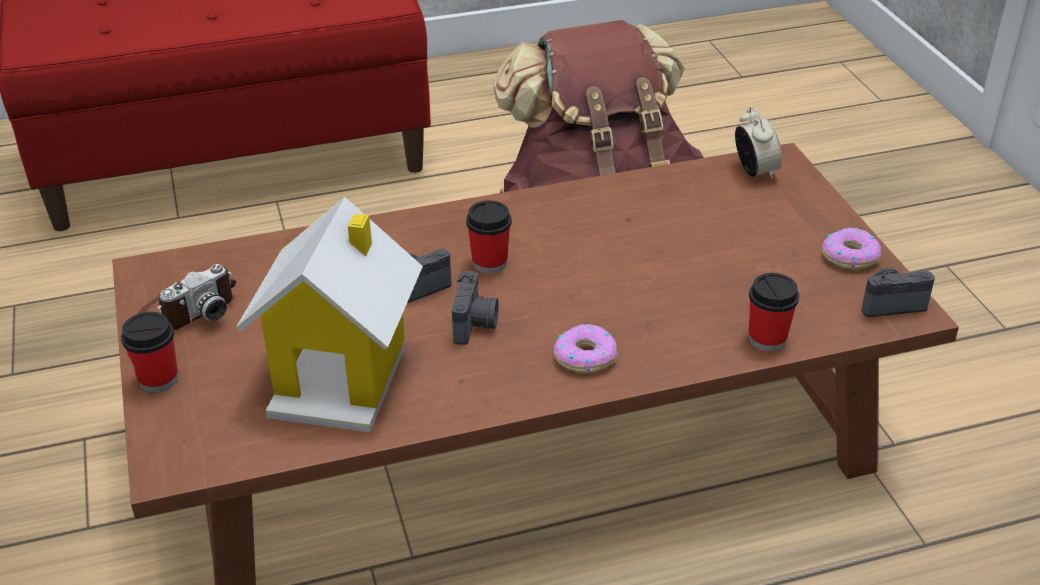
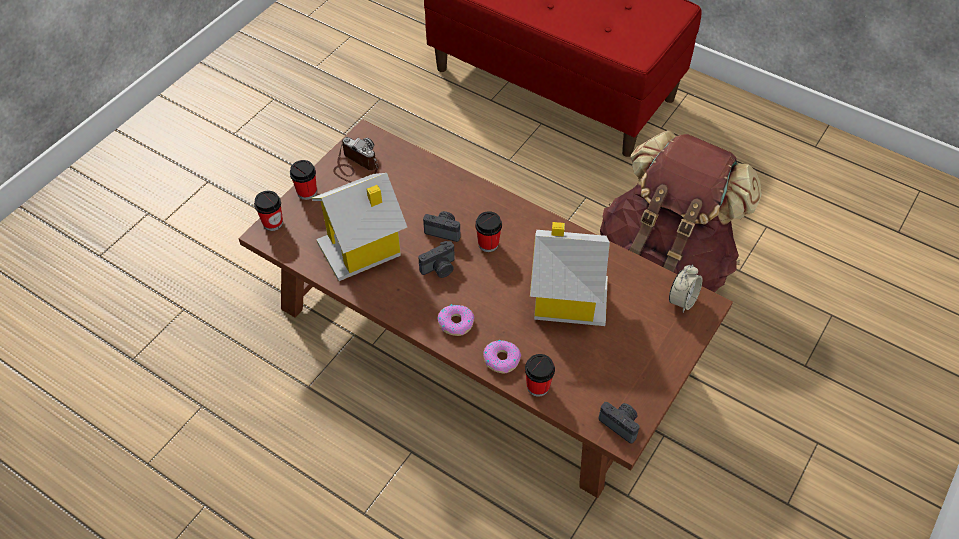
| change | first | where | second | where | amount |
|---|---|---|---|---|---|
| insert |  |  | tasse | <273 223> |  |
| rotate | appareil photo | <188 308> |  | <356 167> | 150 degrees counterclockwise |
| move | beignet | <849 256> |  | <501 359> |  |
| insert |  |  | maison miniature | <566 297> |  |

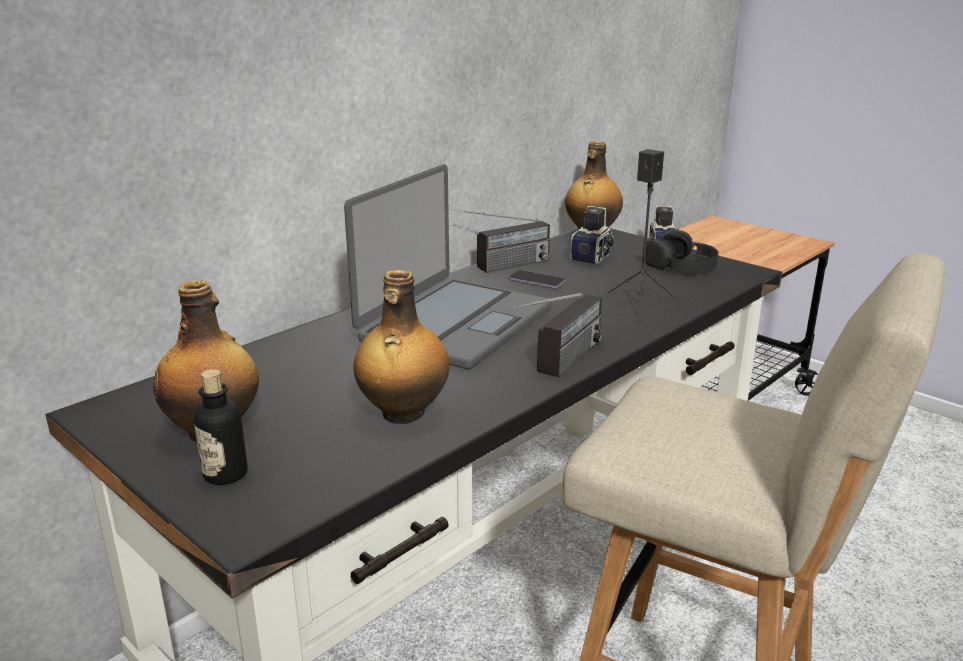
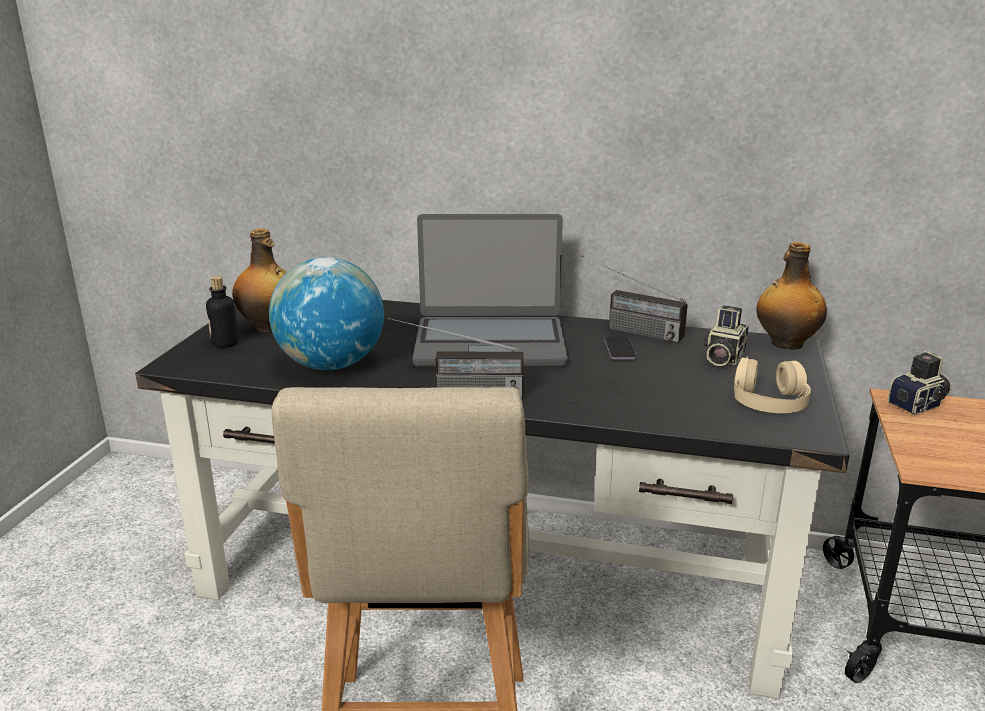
| change | first | where | second | where | amount |
|---|---|---|---|---|---|
| replace | bouteille | <402 414> | globe | <331 365> |  |
| rotate | appareil photo | <594 256> |  | <722 357> | 120 degrees clockwise |
| recolor | casque audio (noir) | <681 265> | casque audio (beige) | <769 399> |  |
| delete | enceinte (noir) | <640 304> |  |  |  |

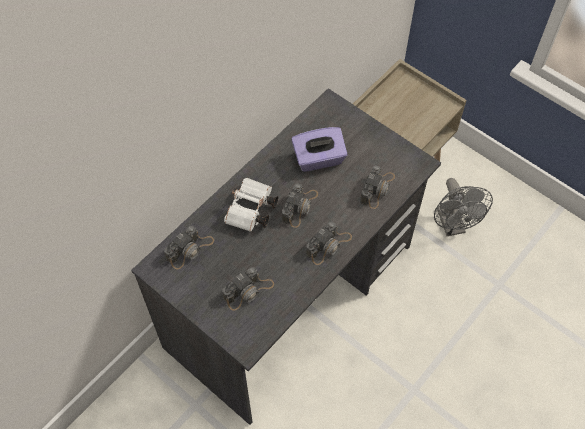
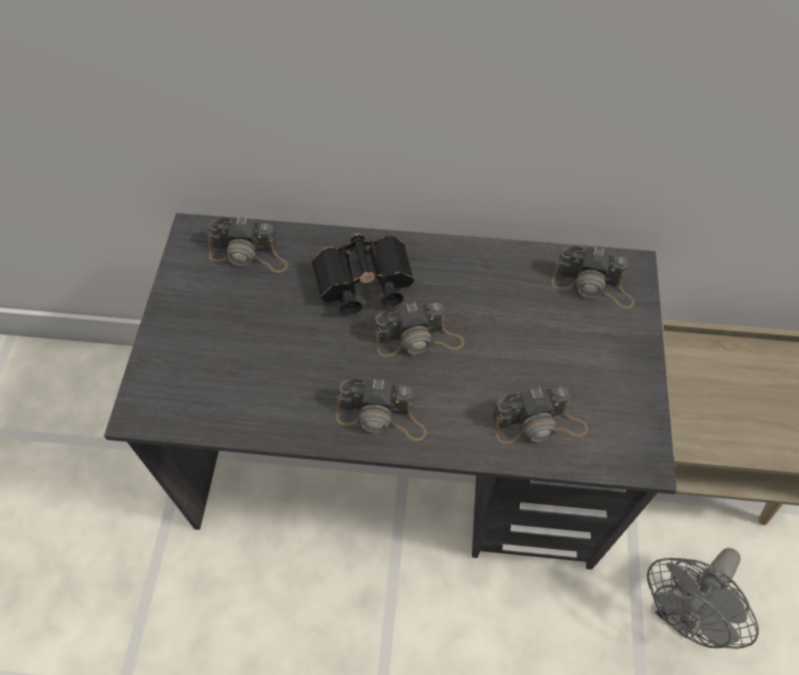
| change | first | where | second | where | amount |
|---|---|---|---|---|---|
| recolor | jumelles (blanc) | <251 212> | jumelles (noir) | <362 285> |  |
| move | appareil photo | <248 291> |  | <593 285> |  |
| delete | boîte à mouchoirs (violet) | <319 159> |  |  |  |

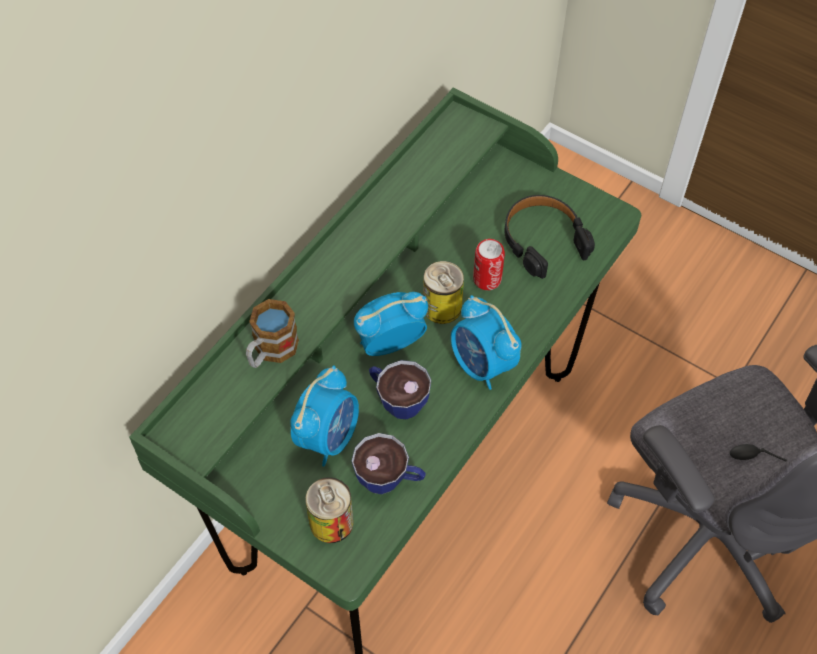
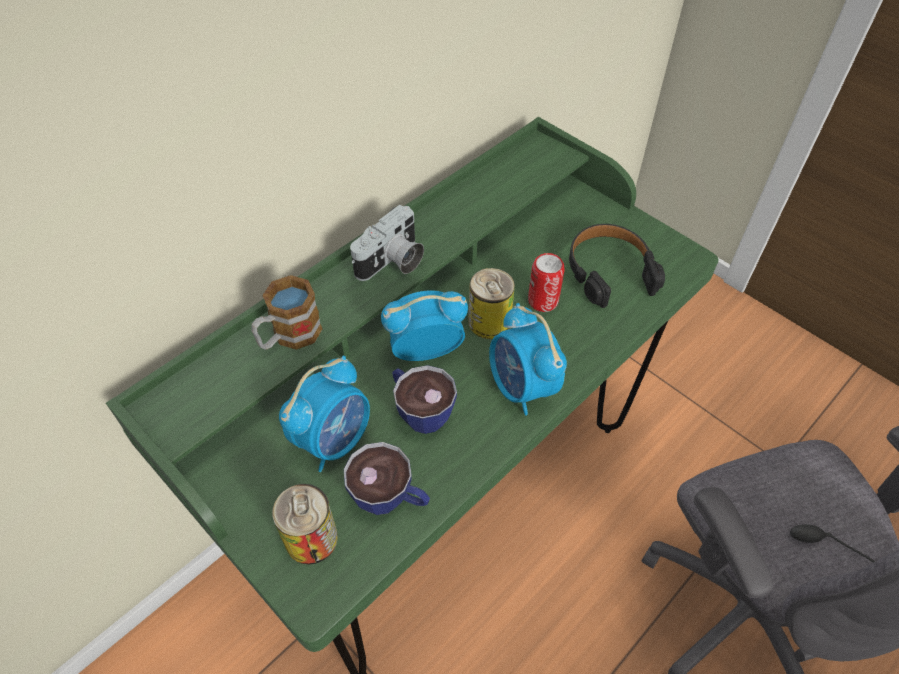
| change | first | where | second | where | amount |
|---|---|---|---|---|---|
| insert |  |  | appareil photo | <392 263> |  |

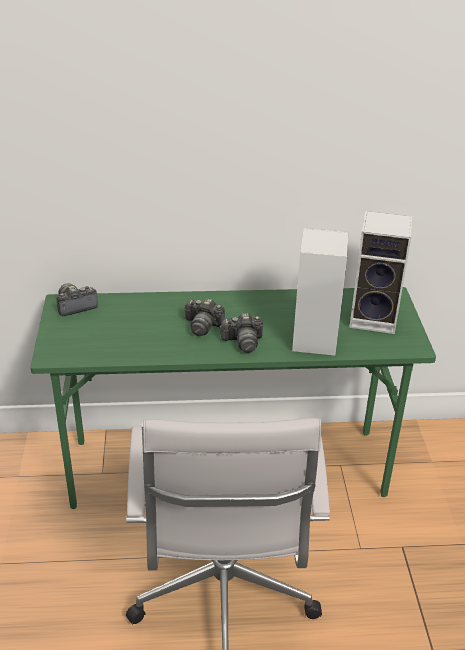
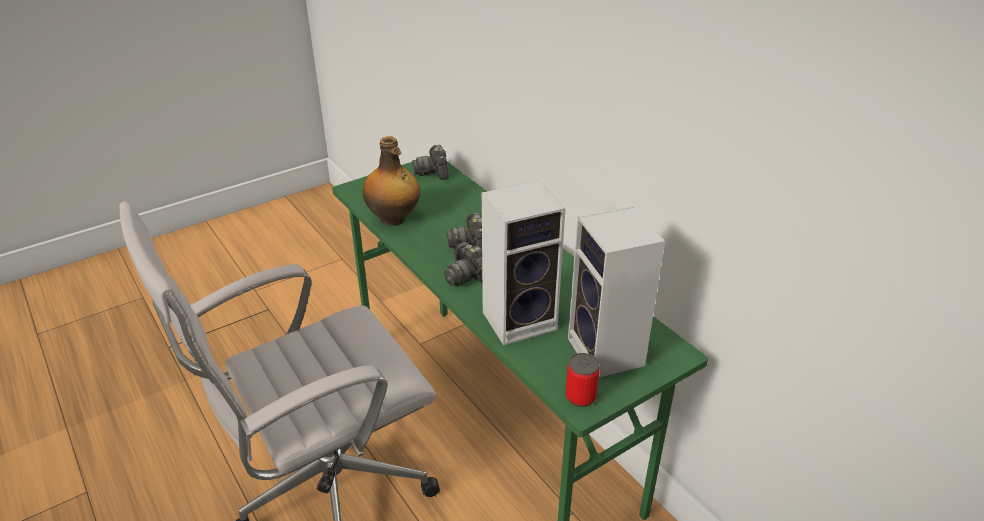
| change | first | where | second | where | amount |
|---|---|---|---|---|---|
| insert |  |  | bouteille | <393 219> |  |
| rotate | appareil photo | <75 306> |  | <433 172> | 135 degrees counterclockwise |
| insert |  |  | boîte métallique | <580 396> |  |

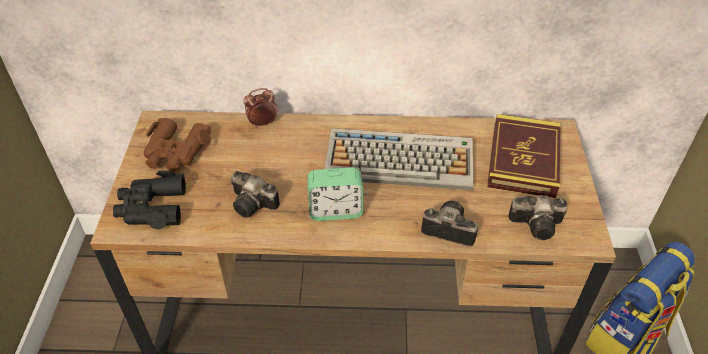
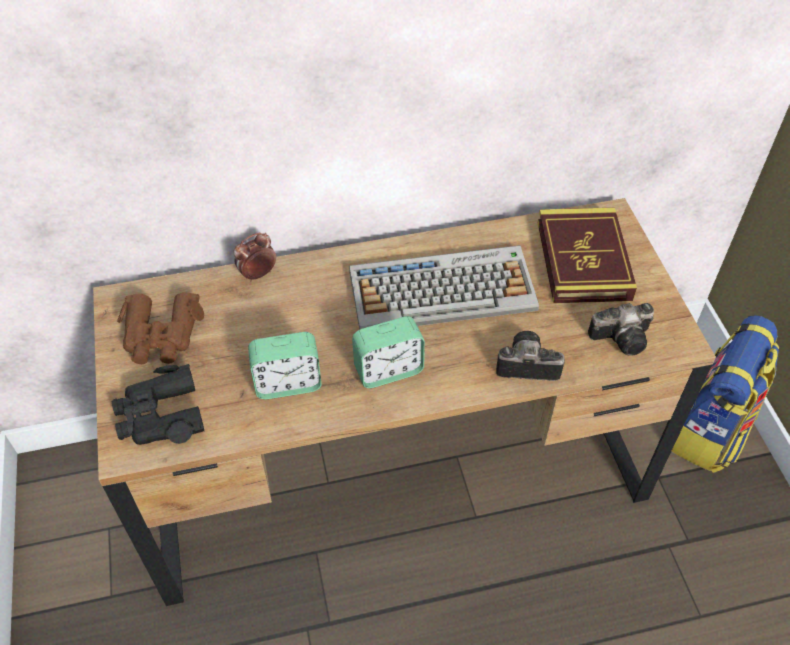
| change | first | where | second | where | amount |
|---|---|---|---|---|---|
| replace | appareil photo | <254 204> | réveil | <288 383> |  |

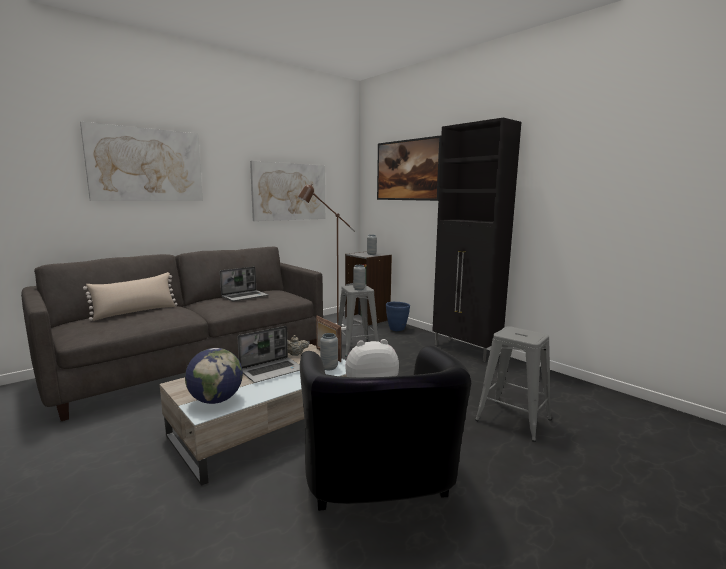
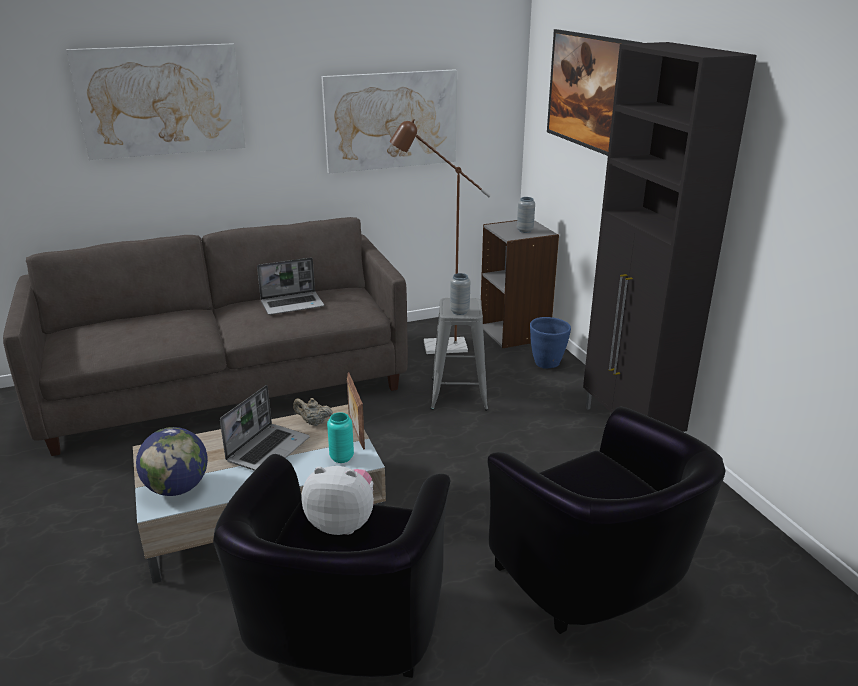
| change | first | where | second | where | amount |
|---|---|---|---|---|---|
| rotate | ordinateur portable | <272 371> |  | <268 449> | 45 degrees counterclockwise |
| recolor | vase (gris) | <329 367> | vase (turquoise) | <341 457> |  |
| replace | tabouret (gris) | <513 420> | fauteuil (noir) | <595 583> |  |
| delete | coussin (beige) | <135 312> |  |  |  |

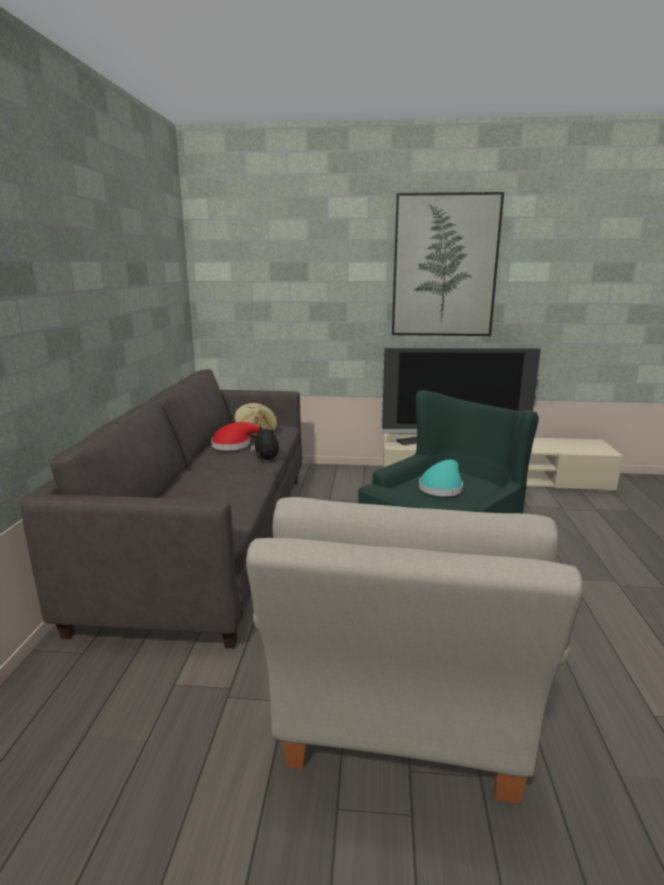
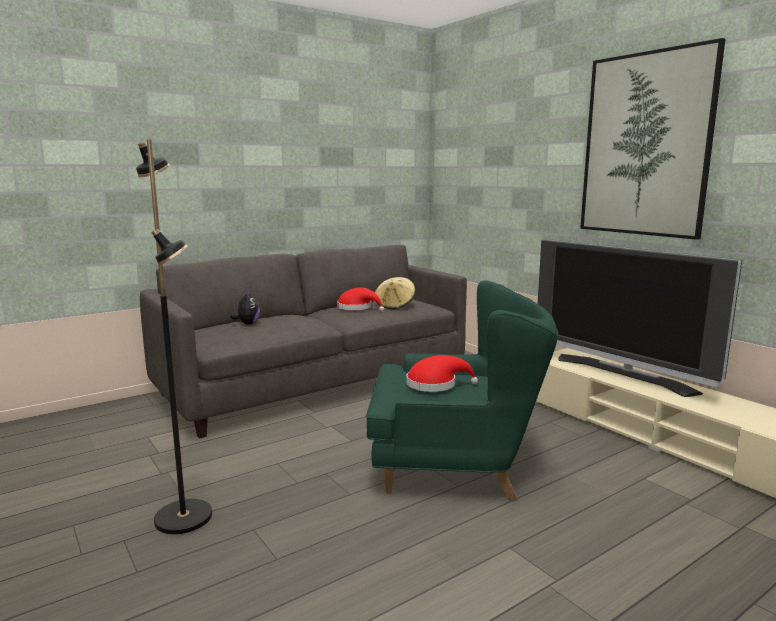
| change | first | where | second | where | amount |
|---|---|---|---|---|---|
| replace | fauteuil (beige) | <401 711> | lampadaire (noir) | <185 517> |  |
| move | peluche | <265 459> |  | <248 324> |  |
| recolor | chapeau (turquoise) | <442 488> | chapeau (rouge) | <435 384> |  |

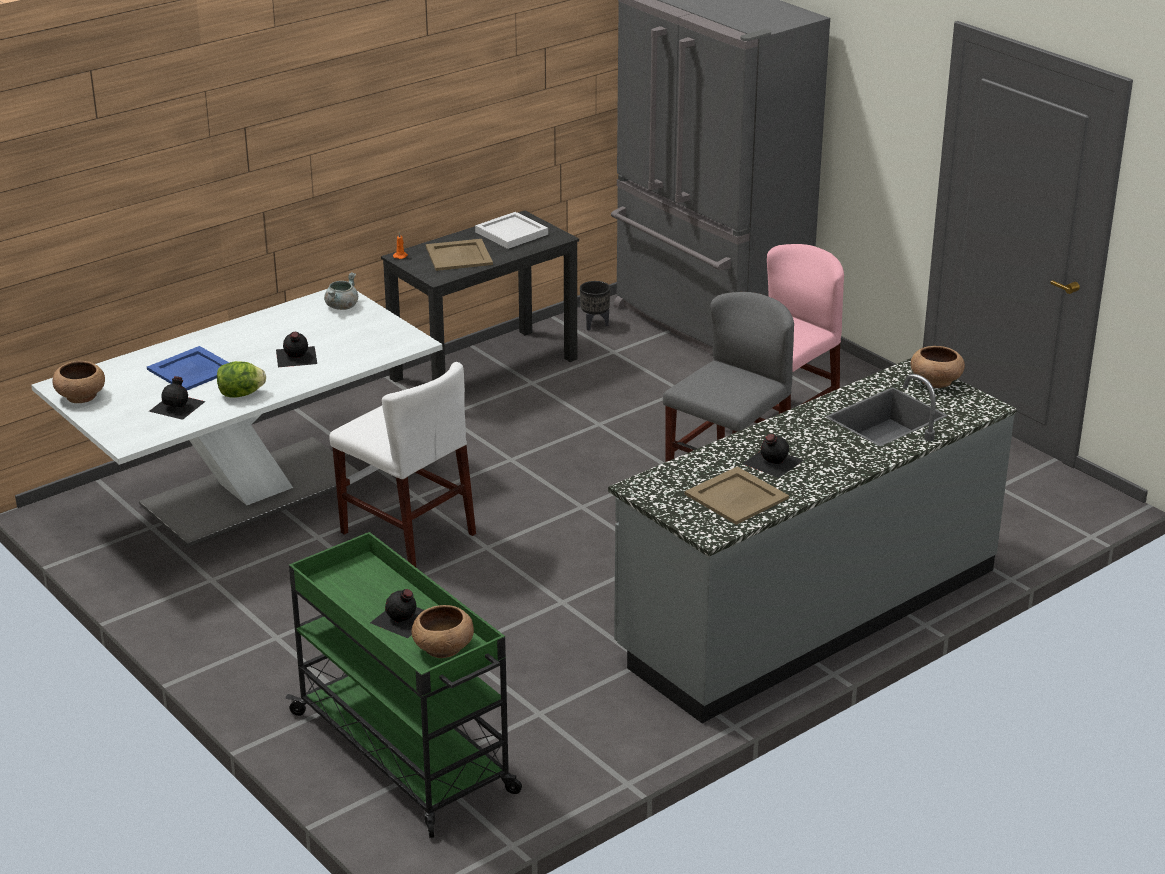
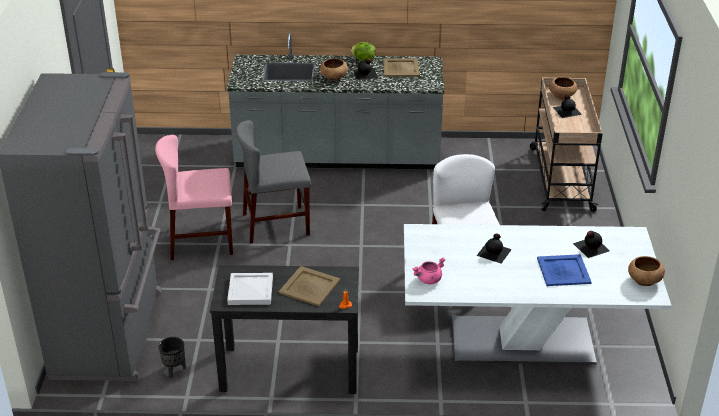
| change | first | where | second | where | amount |
|---|---|---|---|---|---|
| move | bol (marron) | <935 381> |  | <334 77> |  |
| move | laitue | <241 394> |  | <363 60> |  |
| recolor | marmite (gris) | <341 306> | marmite (rose) | <429 280> |  |
| recolor | chariot (vert) | <405 754> | chariot (beige) | <561 178> |  |

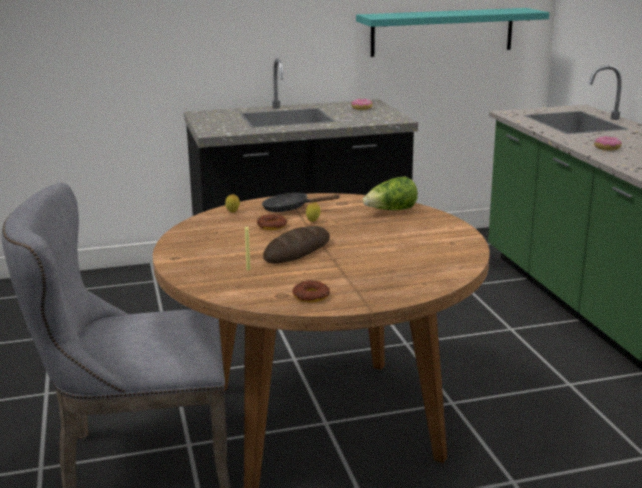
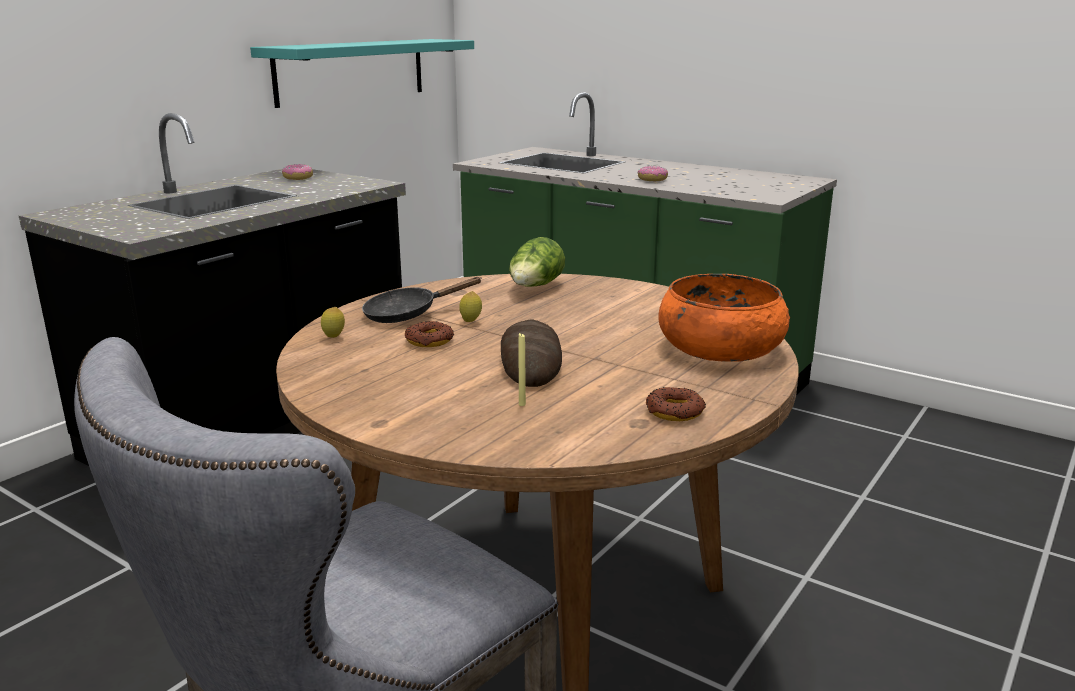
| change | first | where | second | where | amount |
|---|---|---|---|---|---|
| insert |  |  | bol (orange) | <720 348> |  |

